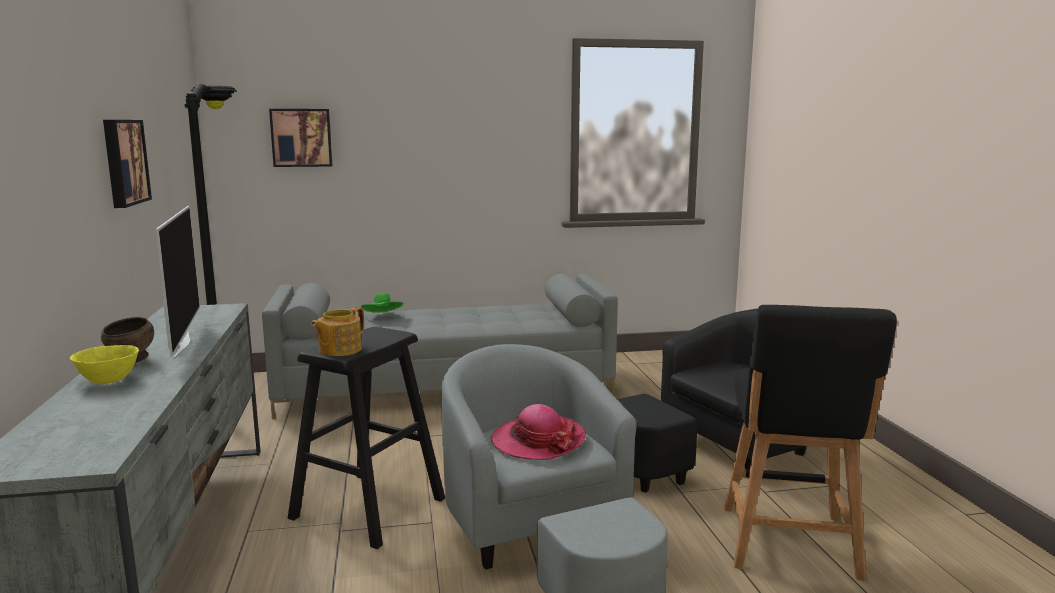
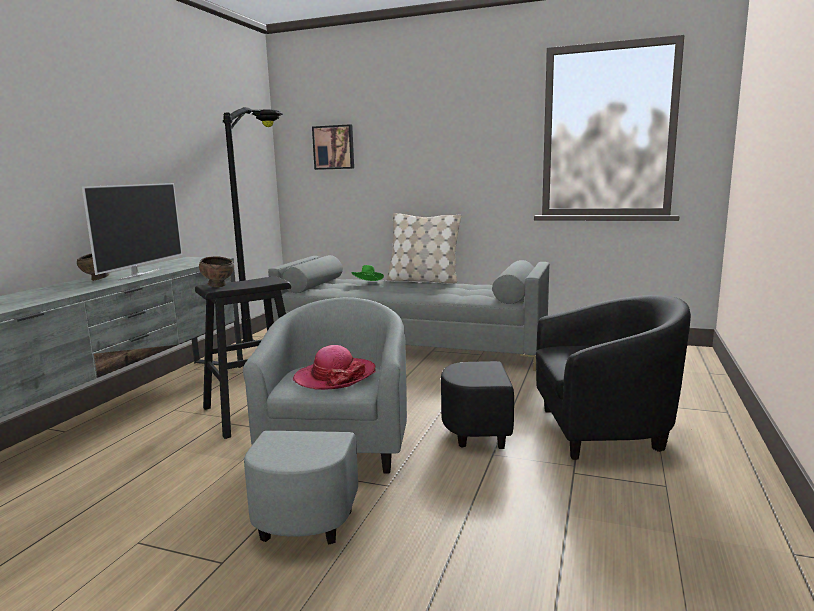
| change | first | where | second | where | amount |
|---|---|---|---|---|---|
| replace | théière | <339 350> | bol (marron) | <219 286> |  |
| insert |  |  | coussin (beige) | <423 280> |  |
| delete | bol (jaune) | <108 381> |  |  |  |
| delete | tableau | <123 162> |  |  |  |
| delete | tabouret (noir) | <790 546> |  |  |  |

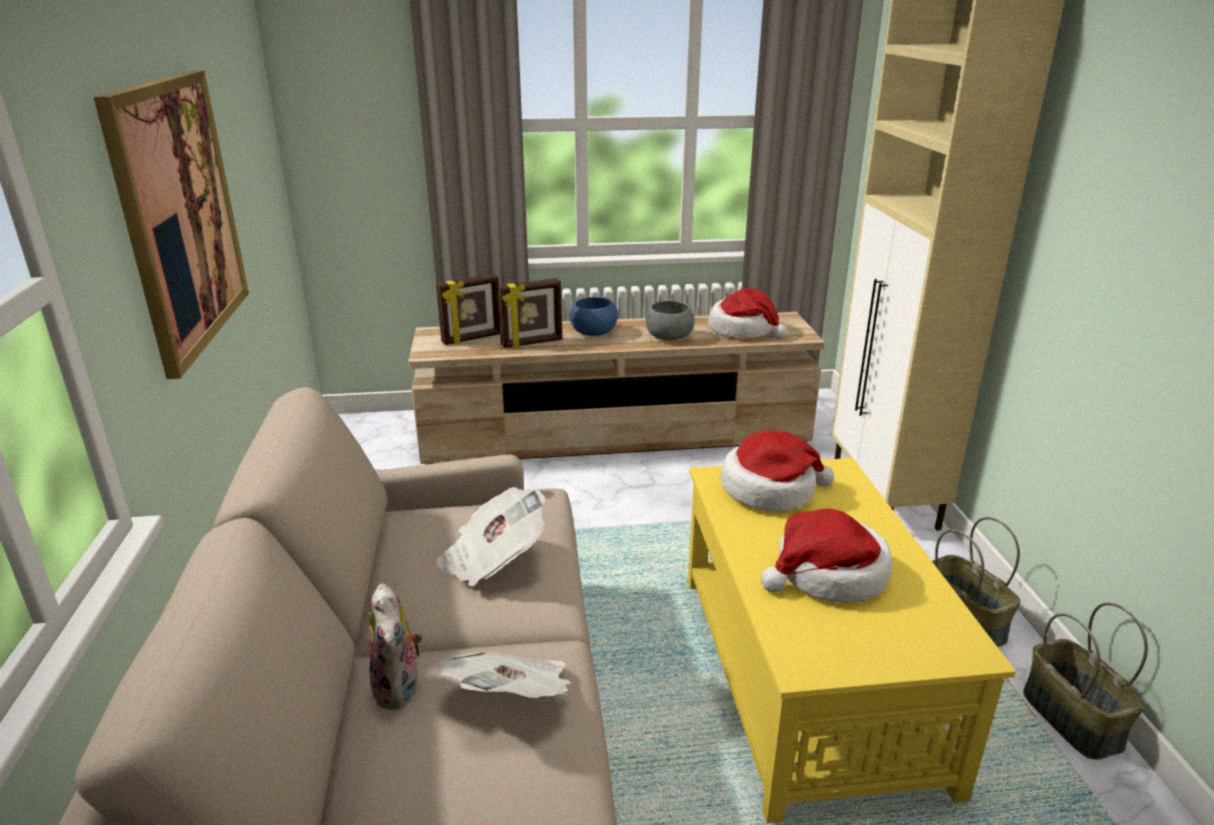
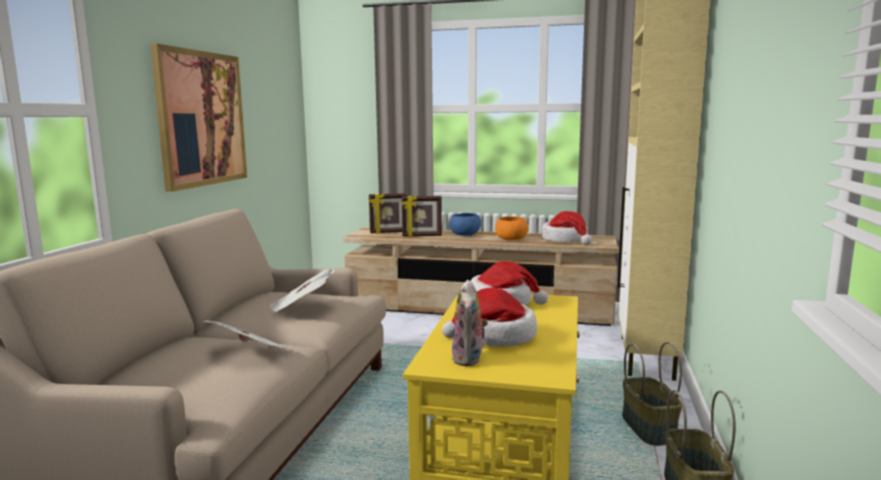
| change | first | where | second | where | amount |
|---|---|---|---|---|---|
| move | peluche | <400 689> |  | <469 359> |  |
| recolor | bol (gris) | <668 336> | bol (orange) | <511 239> |  |

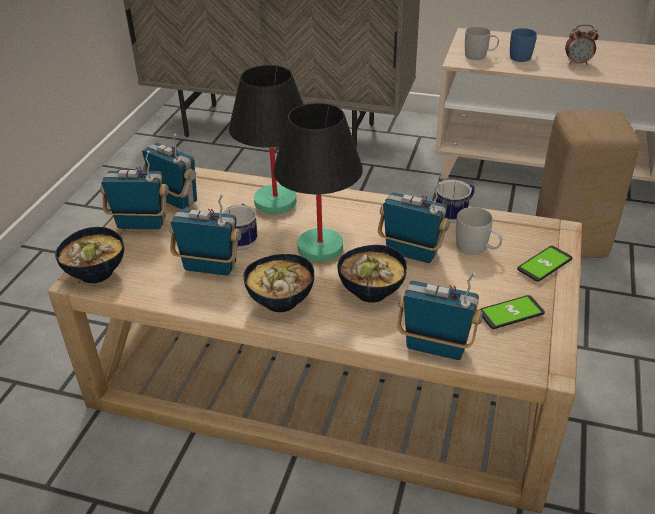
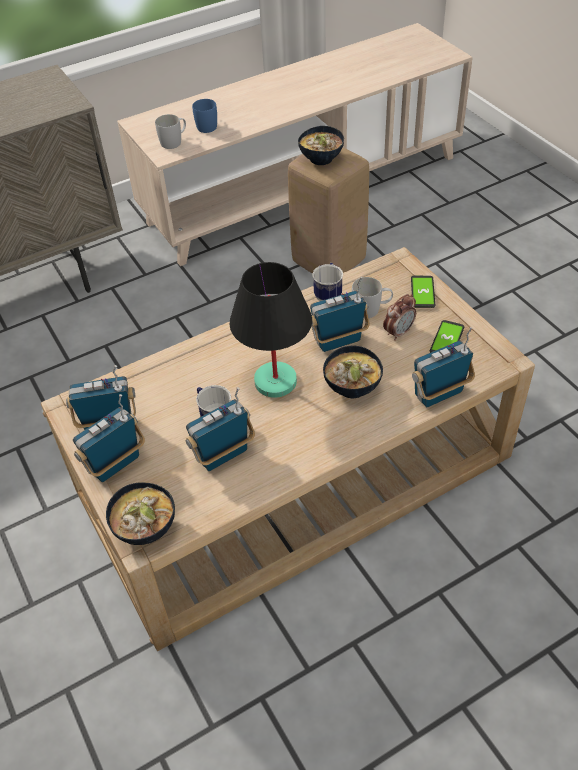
| change | first | where | second | where | amount |
|---|---|---|---|---|---|
| move | bol | <282 301> |  | <322 159> |  |
| move | réveil | <577 63> |  | <398 332> |  |
| delete | lampe de table (noir) | <275 202> |  |  |  |

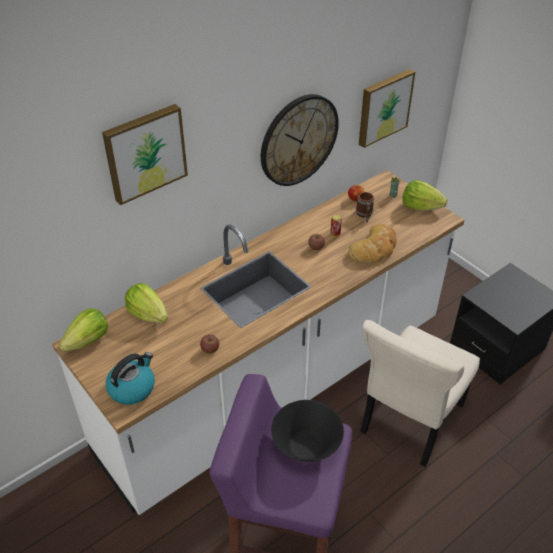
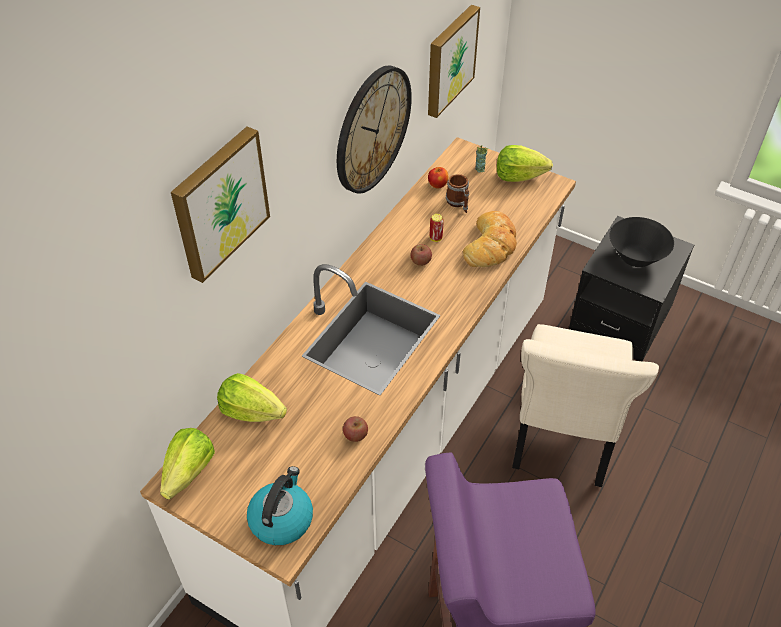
| change | first | where | second | where | amount |
|---|---|---|---|---|---|
| move | bol (noir) | <306 446> |  | <636 257> |  |

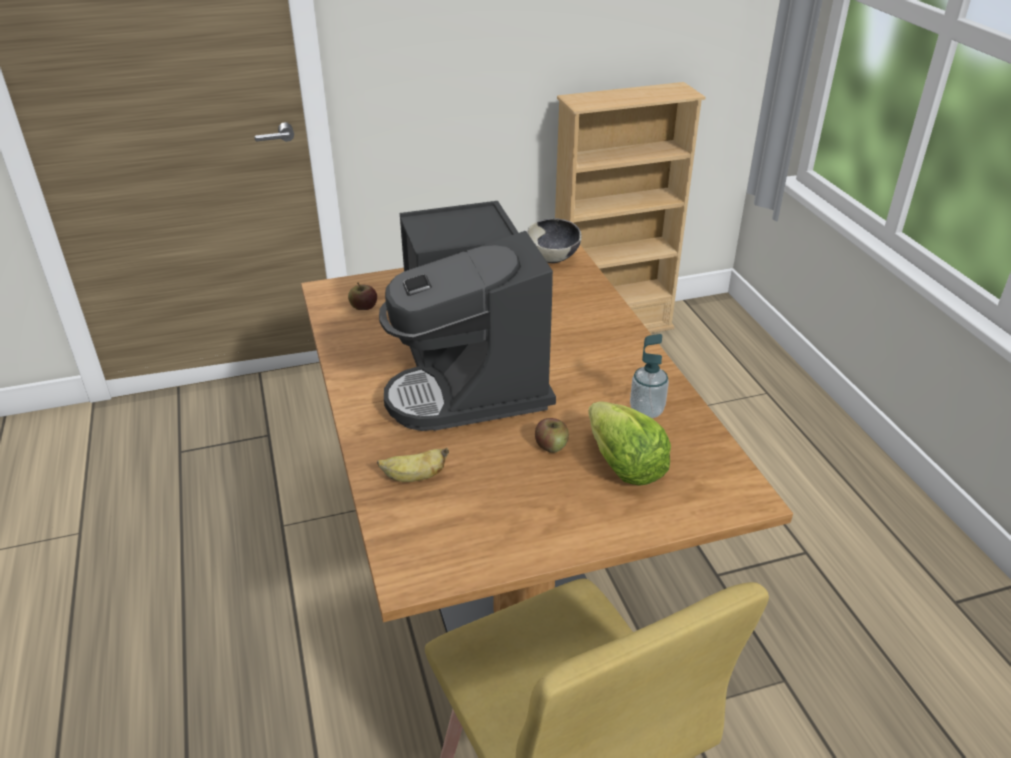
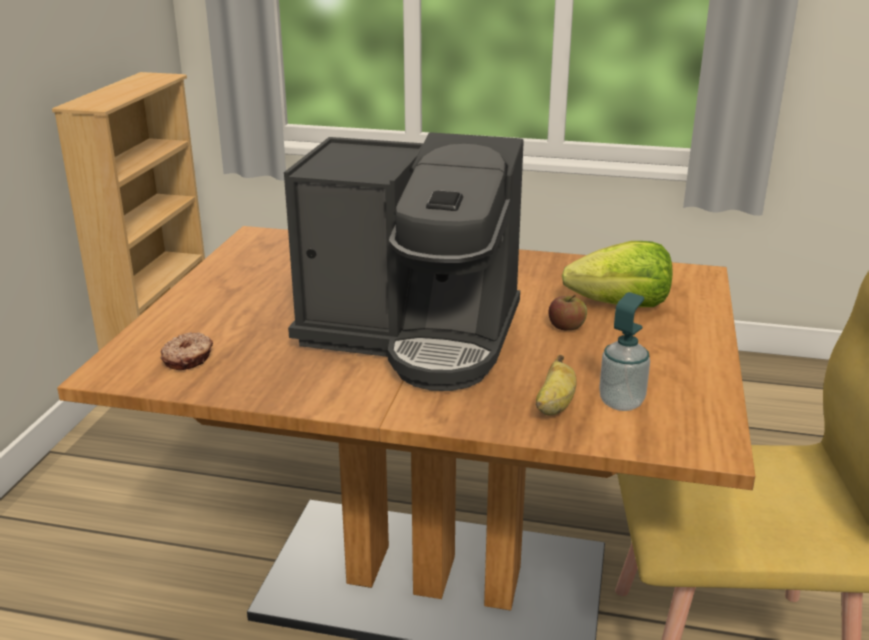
| change | first | where | second | where | amount |
|---|---|---|---|---|---|
| replace | pomme | <363 307> | beignet | <189 359> |  |
| move | distributeur de savon | <646 411> |  | <621 402> |  |
| delete | bol | <553 258> |  |  |  |

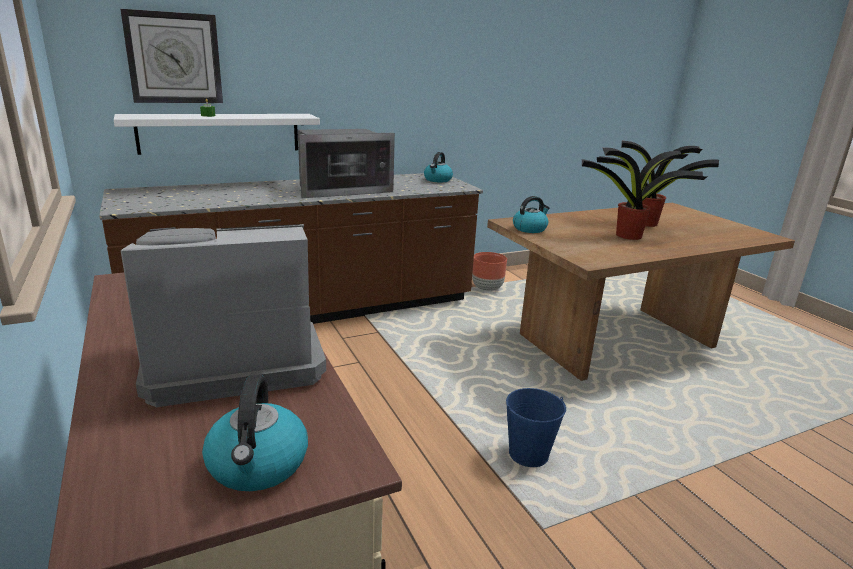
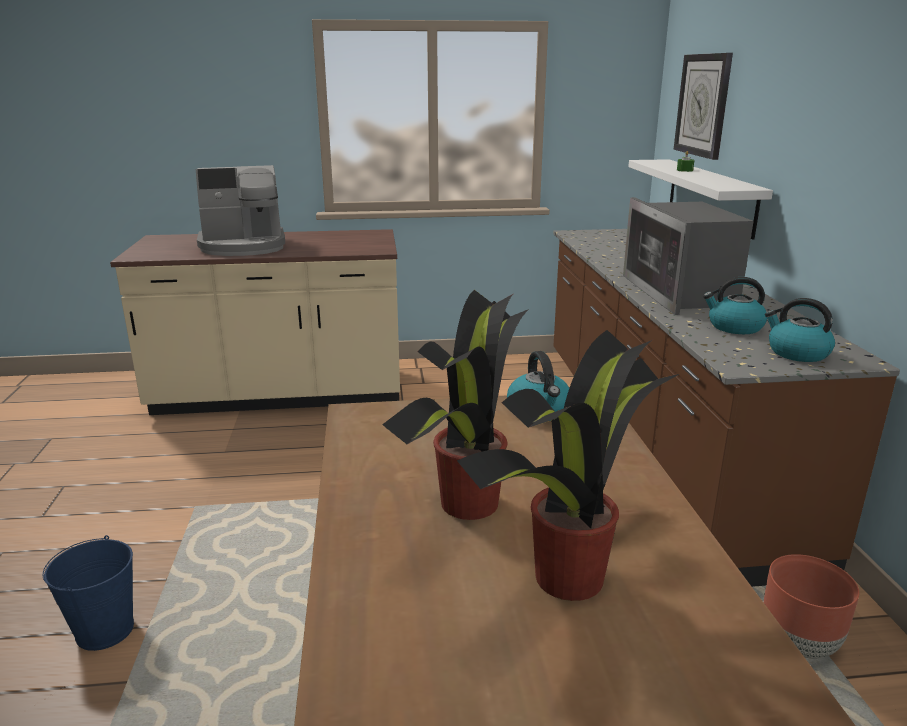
| change | first | where | second | where | amount |
|---|---|---|---|---|---|
| move | seau (bleu) | <528 454> |  | <105 630> |  |
| rotate | machine à café | <232 360> |  | <244 246> | 75 degrees clockwise |
| move | bouilloire | <258 465> |  | <734 327> |  |

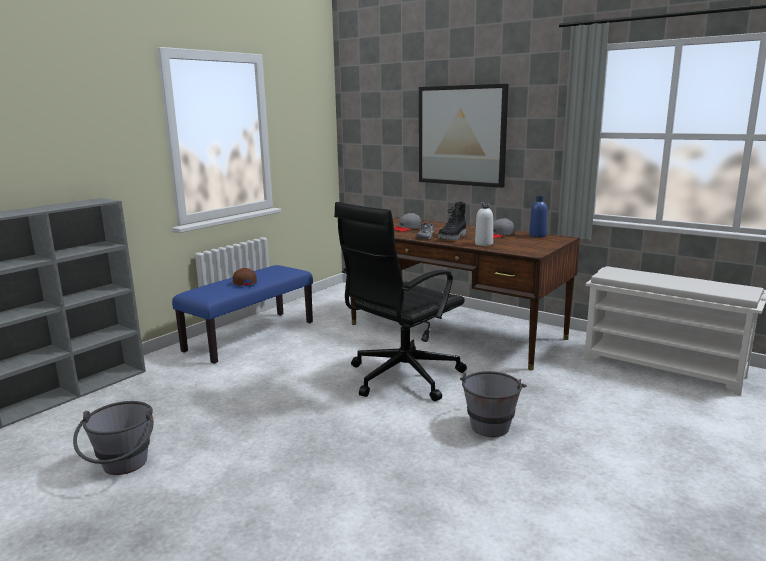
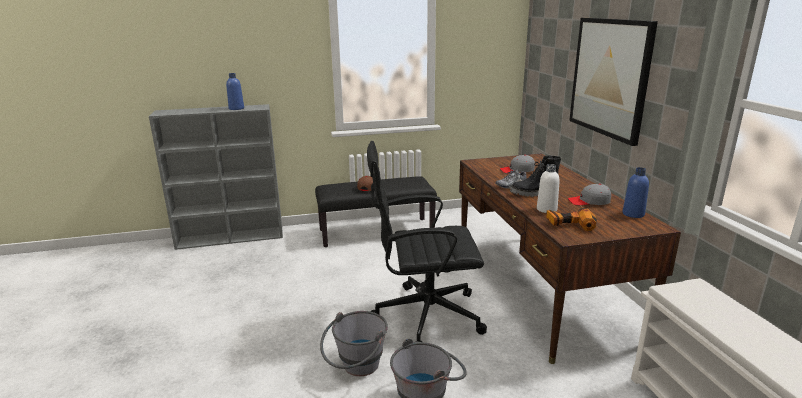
| change | first | where | second | where | amount |
|---|---|---|---|---|---|
| insert |  |  | bouteille (bleu) | <236 108> |  |
| recolor | banc (bleu) | <250 336> | banc (noir) | <376 232> |  |
| move | seau (gris) | <123 468> |  | <356 369> |  |
| insert |  |  | perceuse | <569 222> |  |

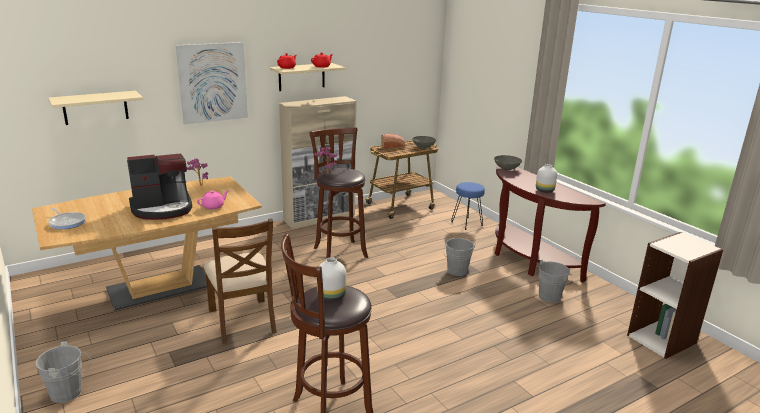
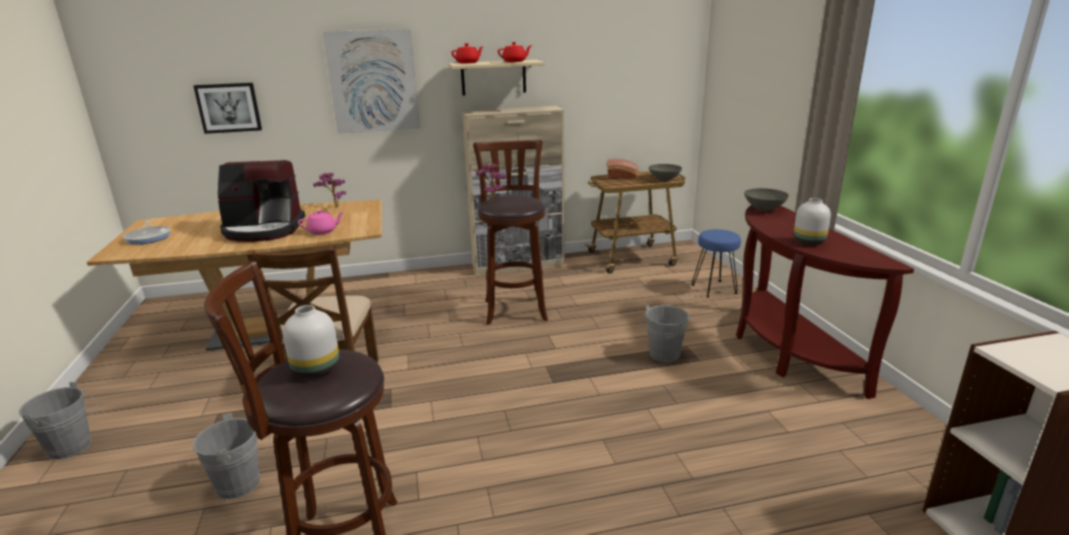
| change | first | where | second | where | amount |
|---|---|---|---|---|---|
| replace | étagère (beige) | <95 107> | tableau | <229 107> |  |
| move | seau (gris) | <551 296> |  | <243 483> |  |

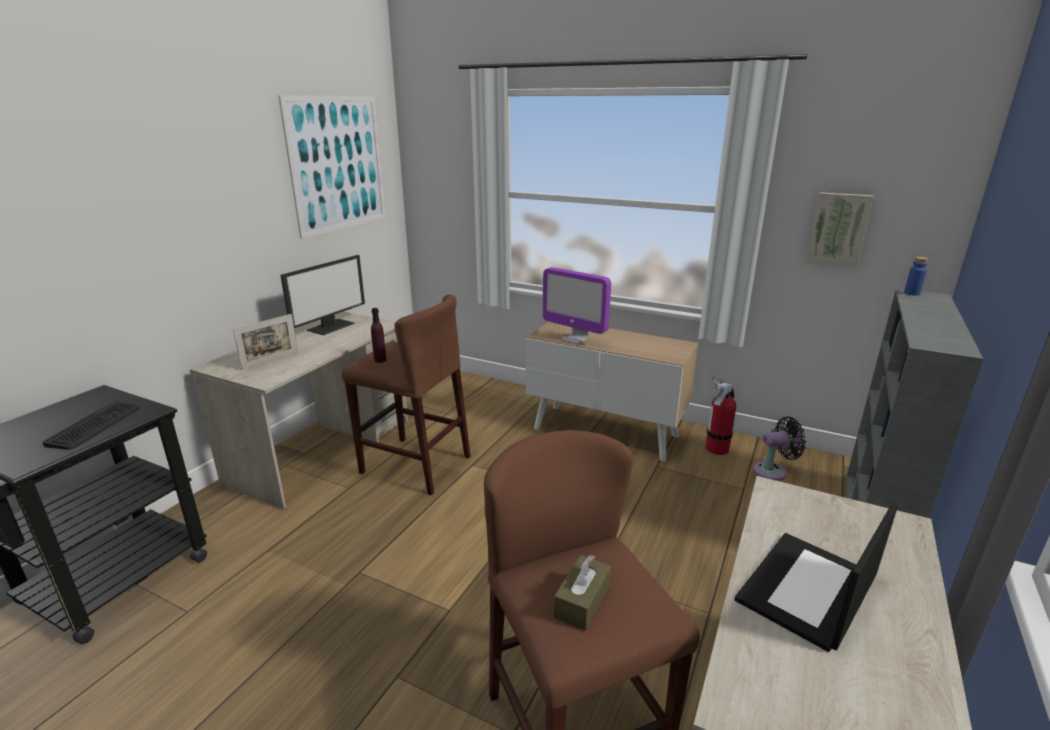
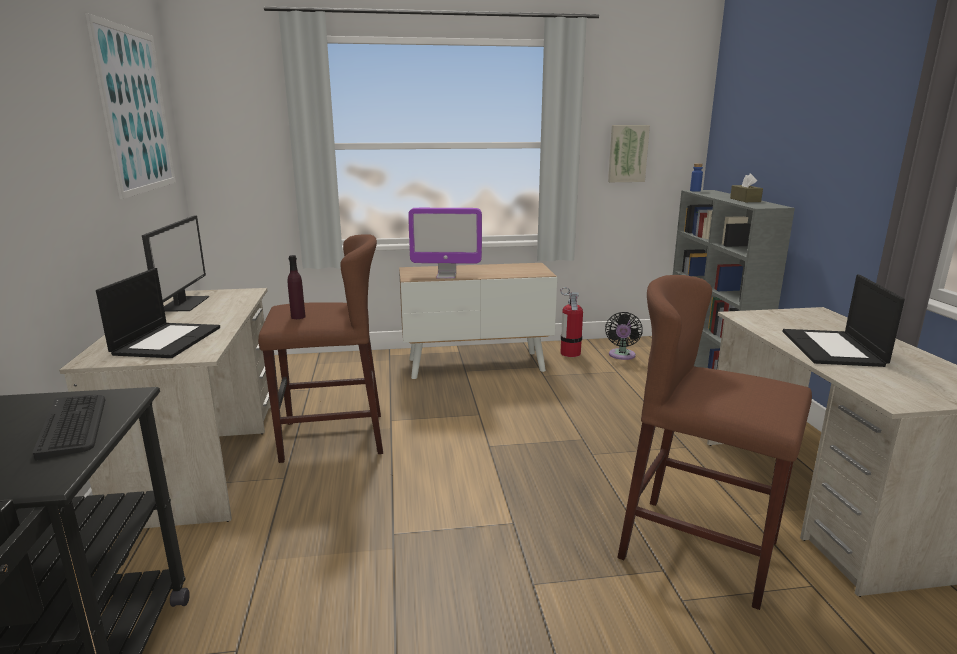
| change | first | where | second | where | amount |
|---|---|---|---|---|---|
| replace | cadre photo | <270 361> | ordinateur portable | <167 340> |  |
| rotate | ventilateur (noir) | <773 471> |  | <621 356> | 150 degrees clockwise |
| move | boîte à mouchoirs (marron) | <582 601> |  | <745 200> |  |

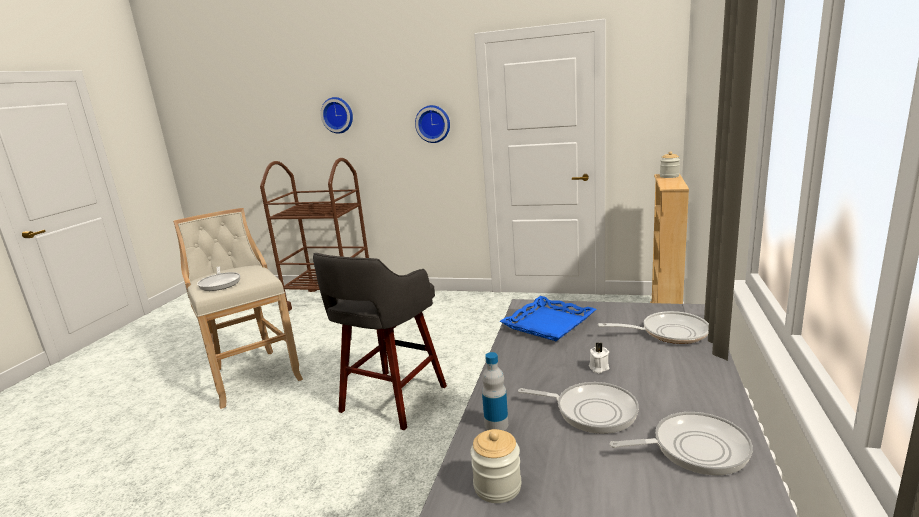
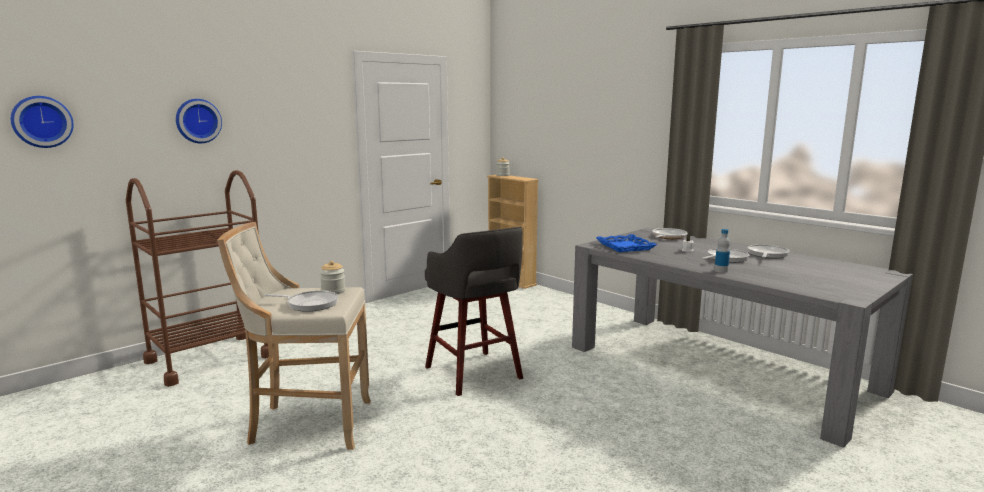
| change | first | where | second | where | amount |
|---|---|---|---|---|---|
| move | horloge murale | <433 124> |  | <42 121> |  |
| move | bocal | <497 486> |  | <333 291> |  |

